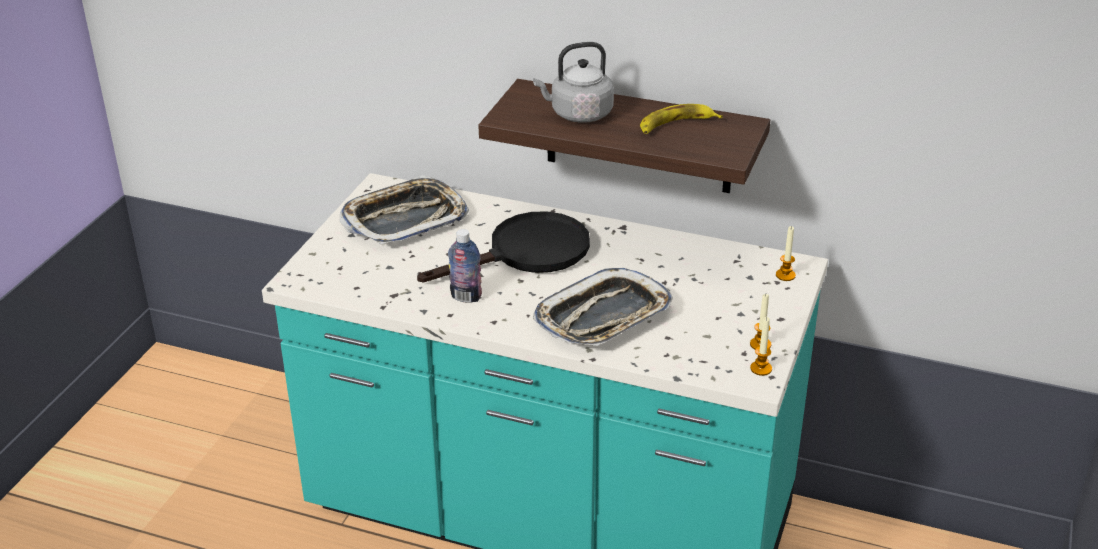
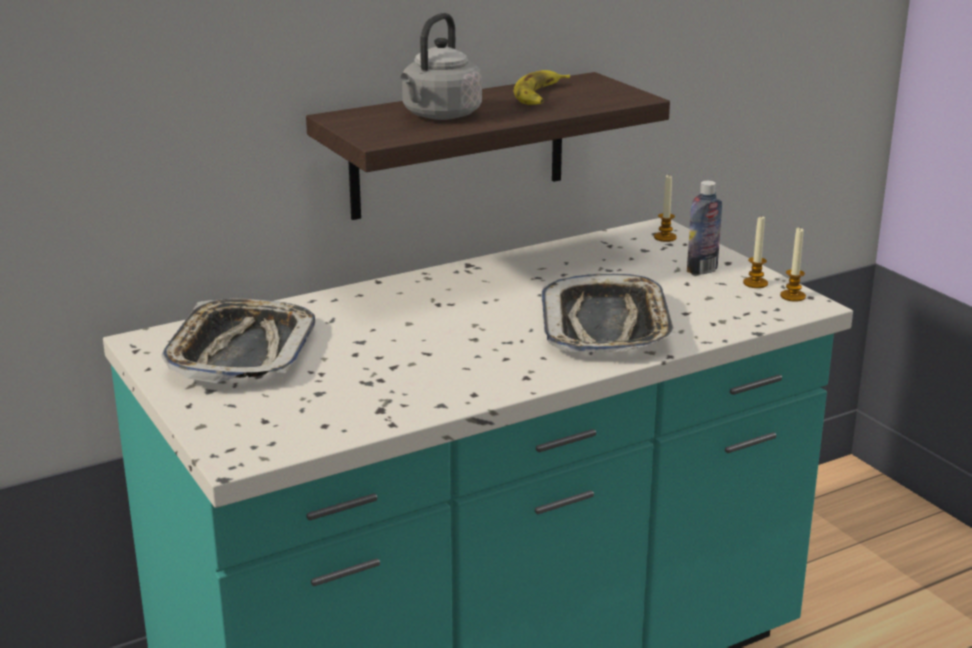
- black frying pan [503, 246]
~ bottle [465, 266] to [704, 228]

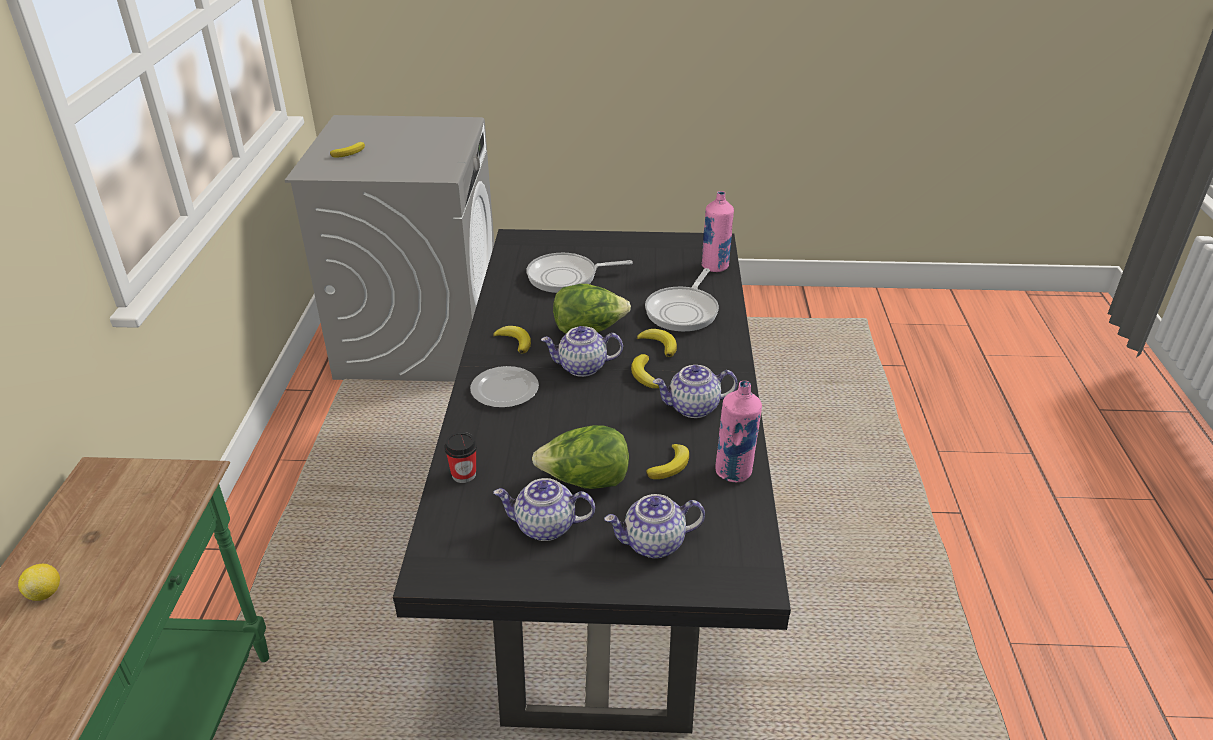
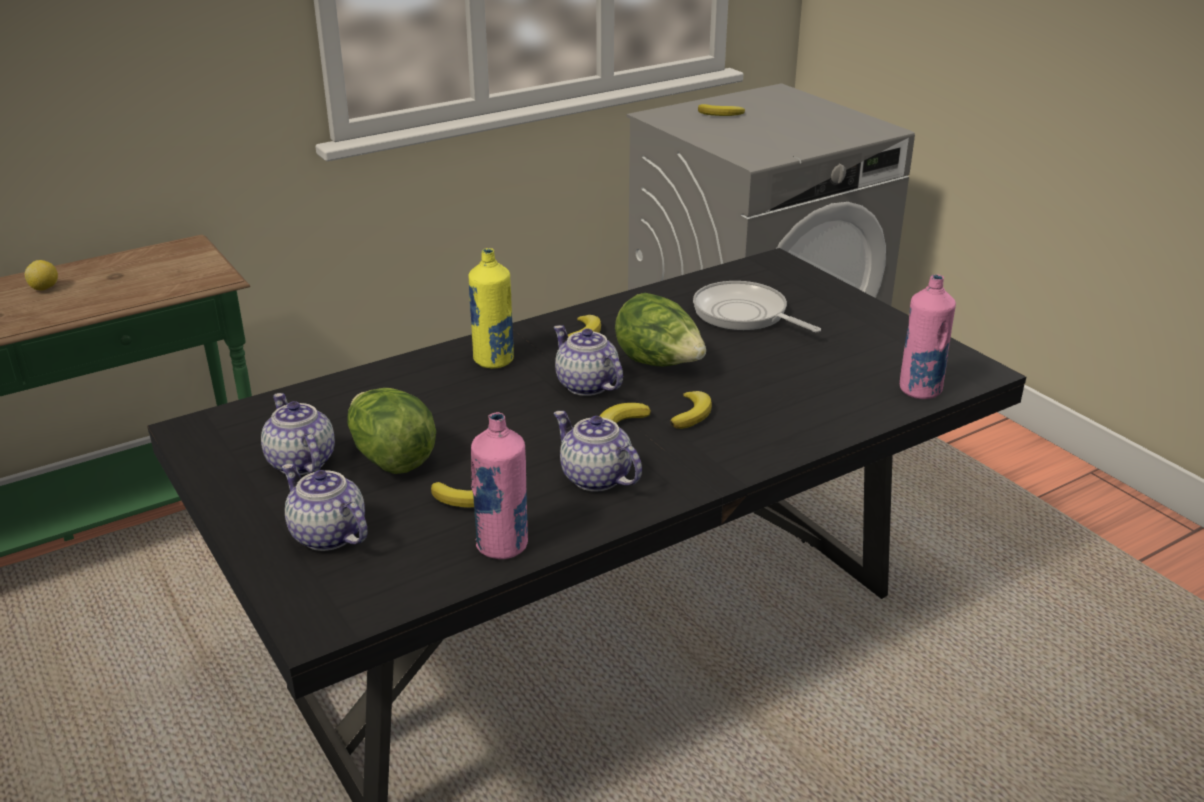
- cup [460, 457]
- frying pan [682, 300]
~ plate [504, 387] to yellow bottle [491, 308]

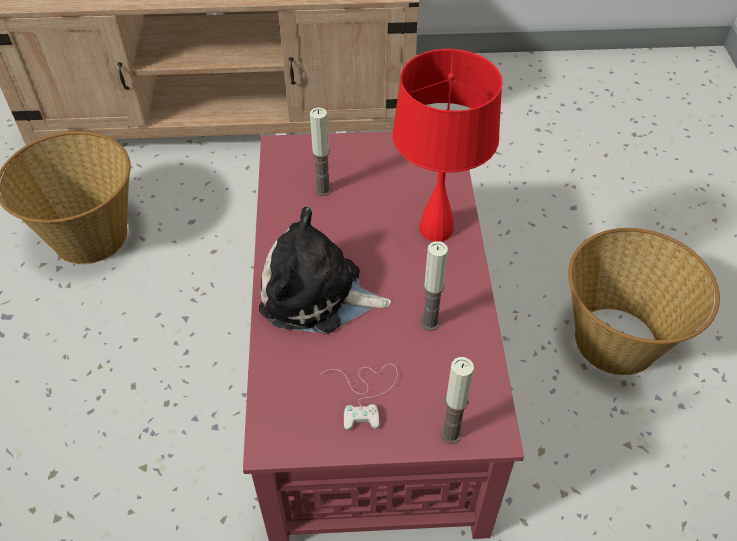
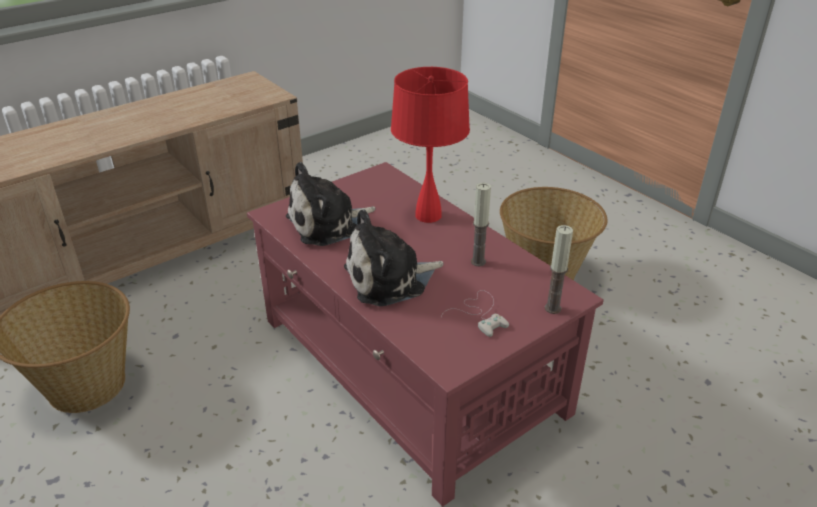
~ candle [321, 152] to plush toy [330, 204]

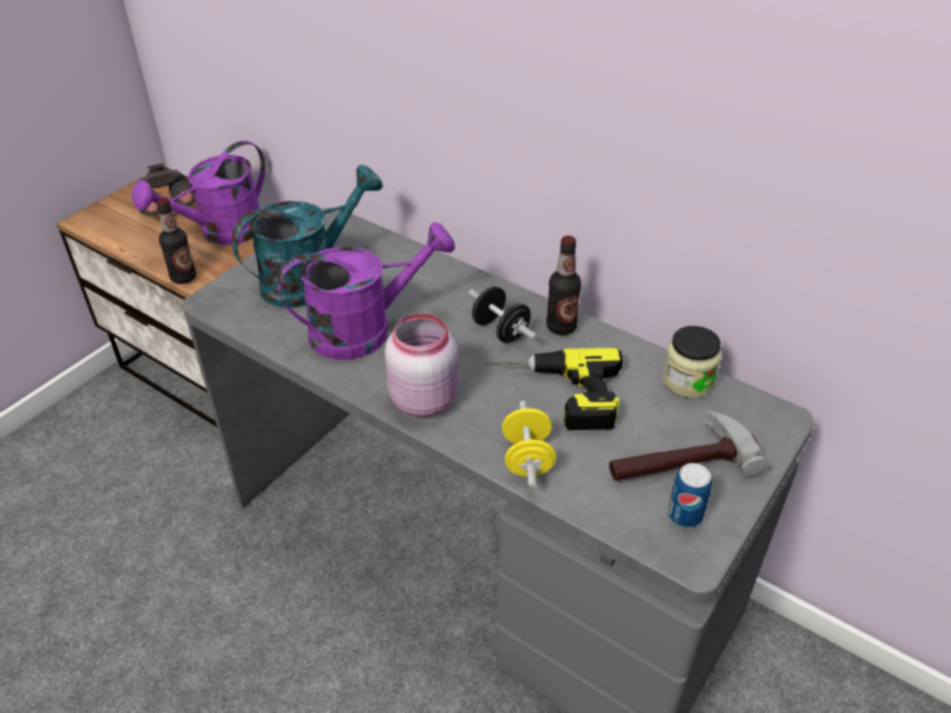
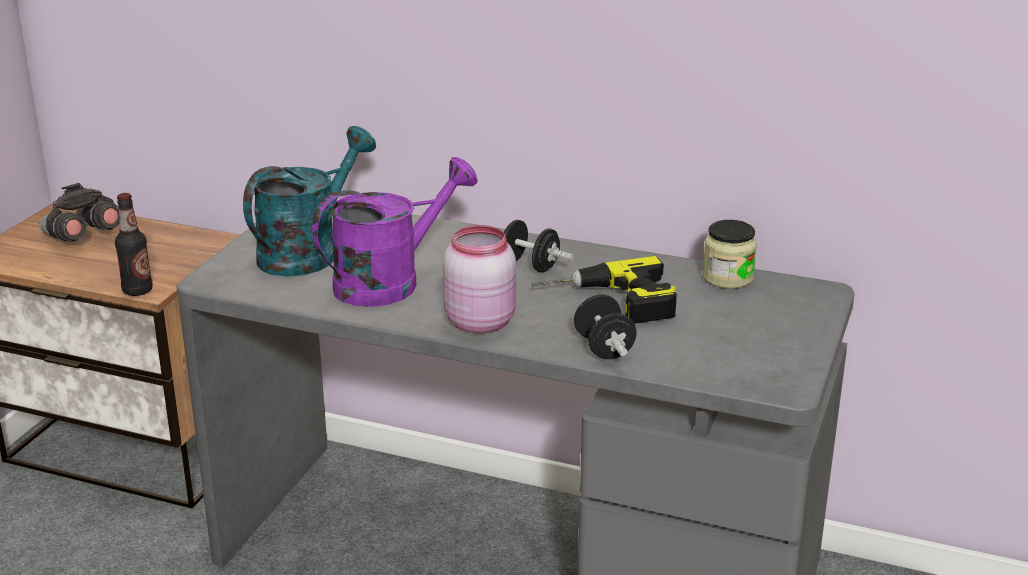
- purple watering can [199, 192]
- bottle [563, 285]
- hammer [689, 445]
- can [690, 495]
~ yellow dumbbell [529, 444] to black dumbbell [605, 326]

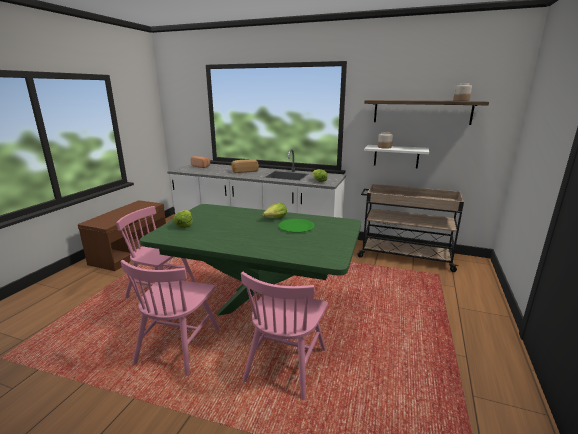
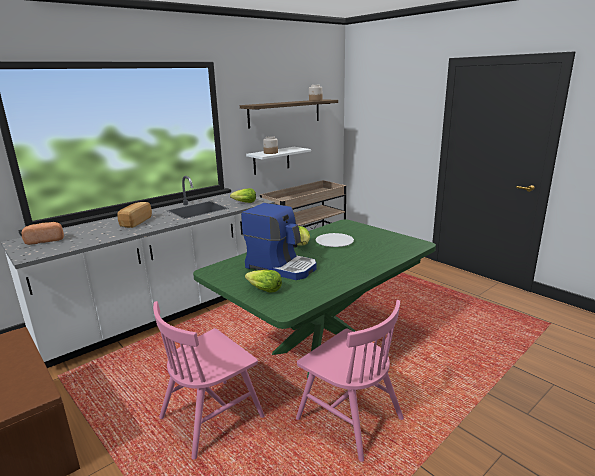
- pink chair [284, 336]
+ coffee machine [278, 241]
~ green plate [296, 226] to white plate [335, 240]

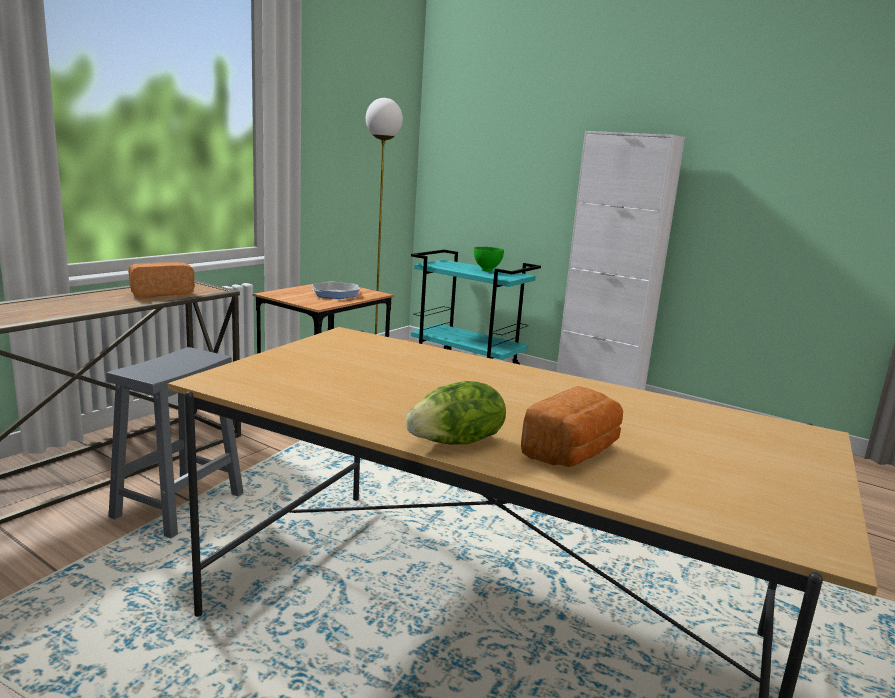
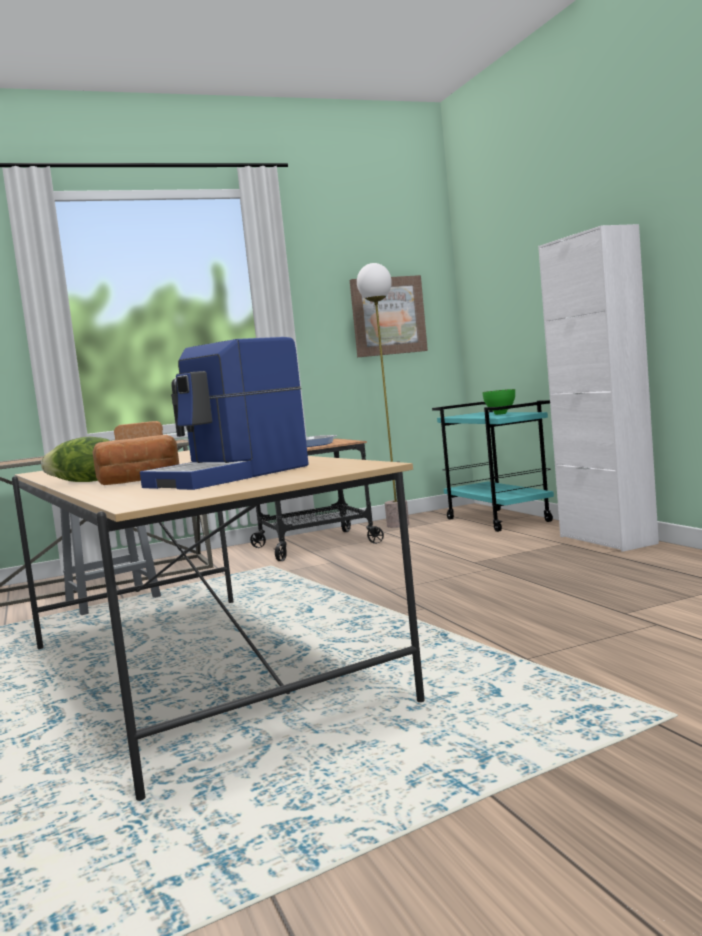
+ coffee machine [224, 413]
+ picture [389, 316]

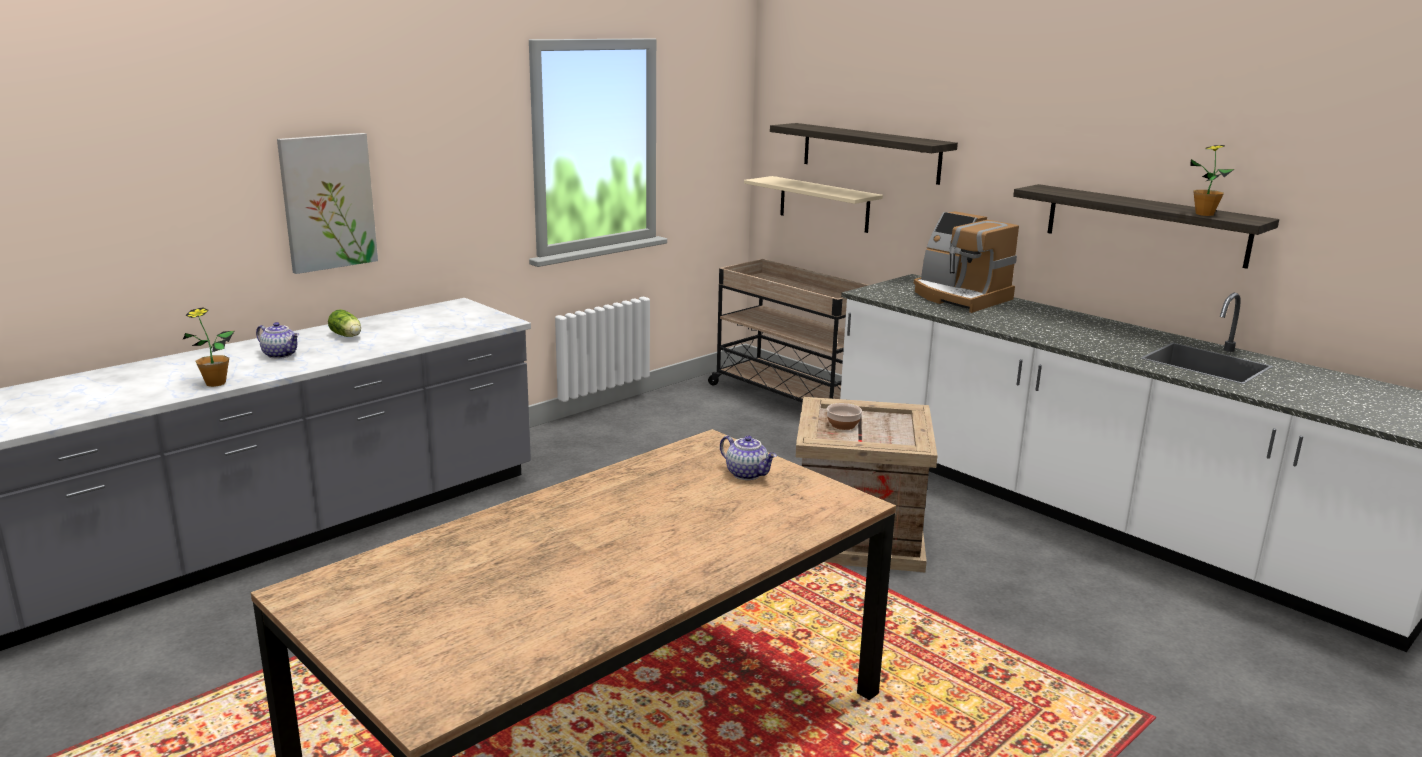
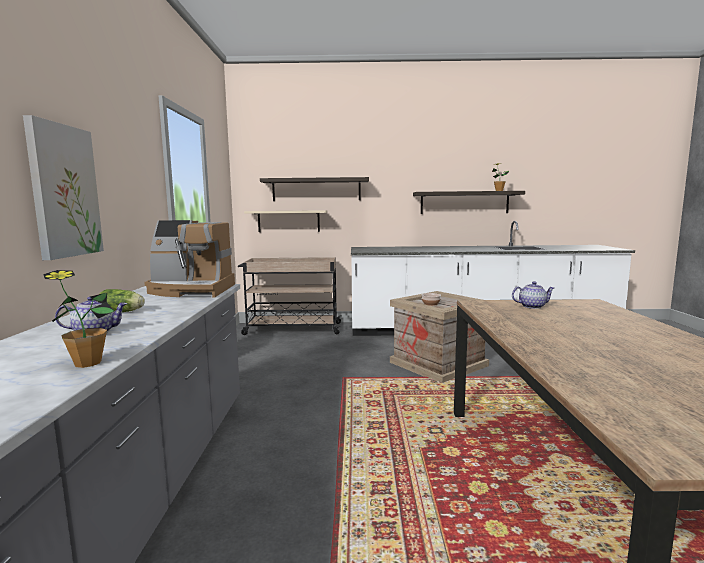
~ coffee machine [966, 262] to [189, 258]

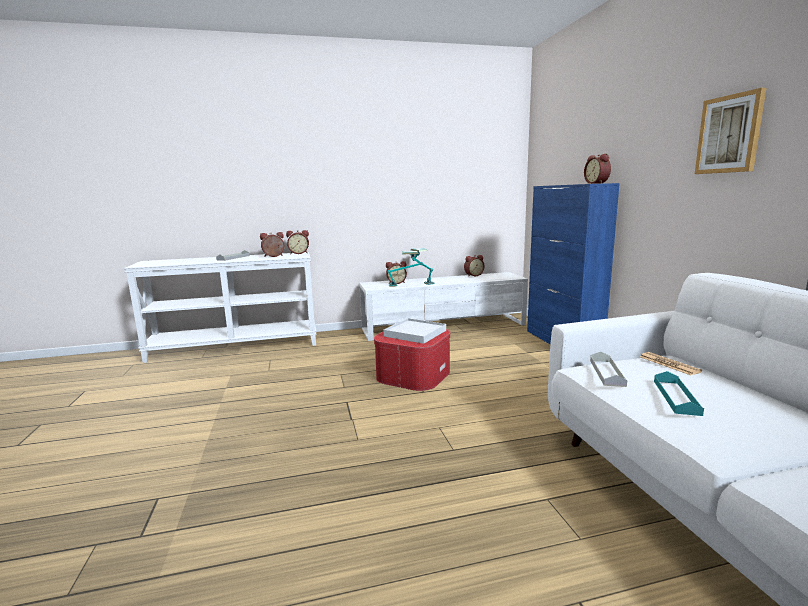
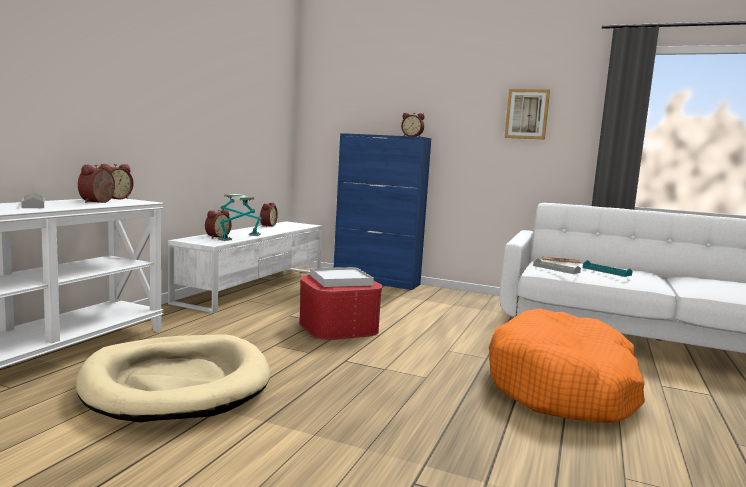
+ beige dog bed [173, 378]
+ orange dog bed [567, 366]

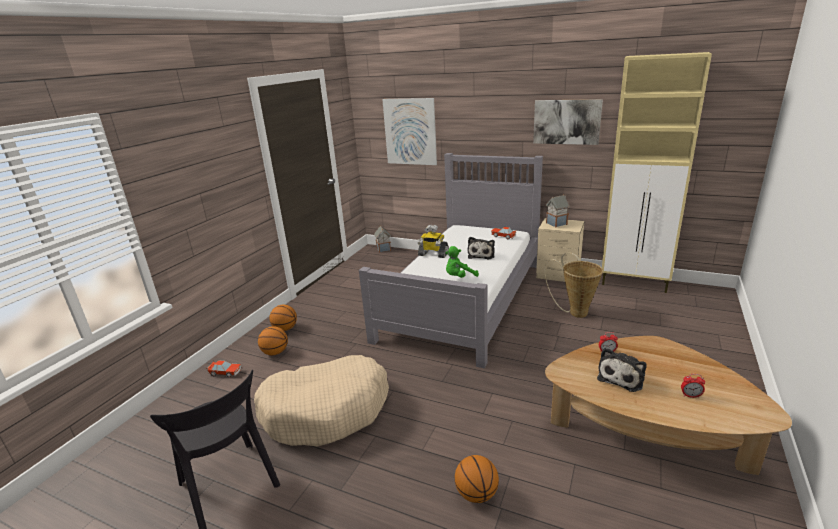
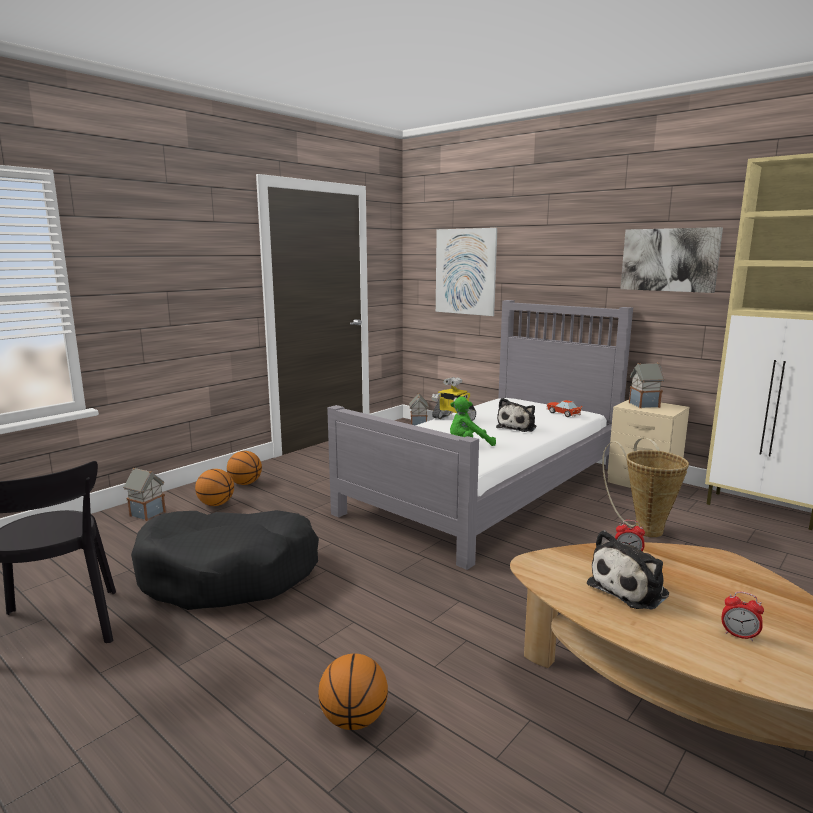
~ toy car [223, 369] to toy house [144, 494]
~ beige dog bed [321, 401] to black dog bed [225, 560]

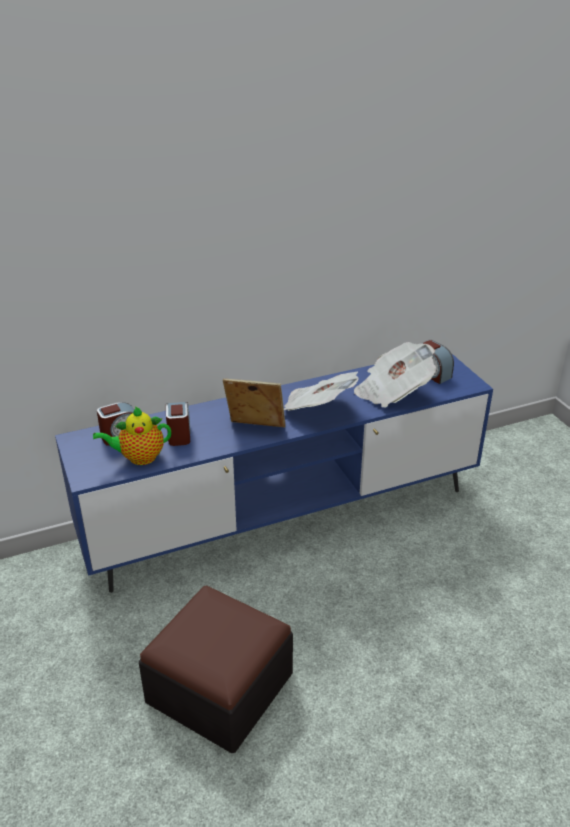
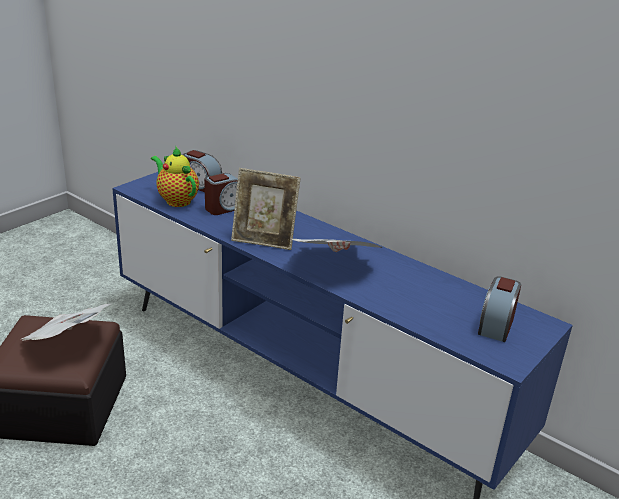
~ newspaper [395, 375] to [66, 322]
~ picture frame [254, 403] = [266, 209] 120 degrees clockwise

